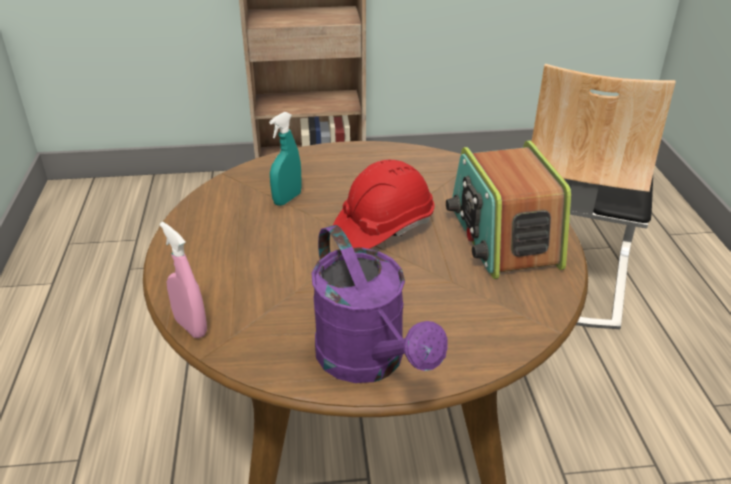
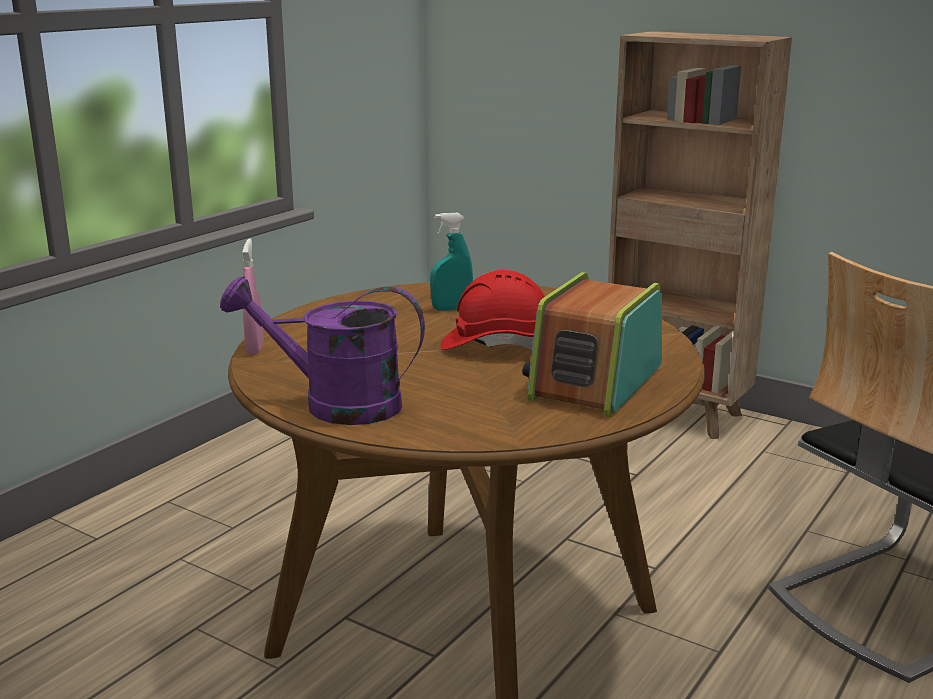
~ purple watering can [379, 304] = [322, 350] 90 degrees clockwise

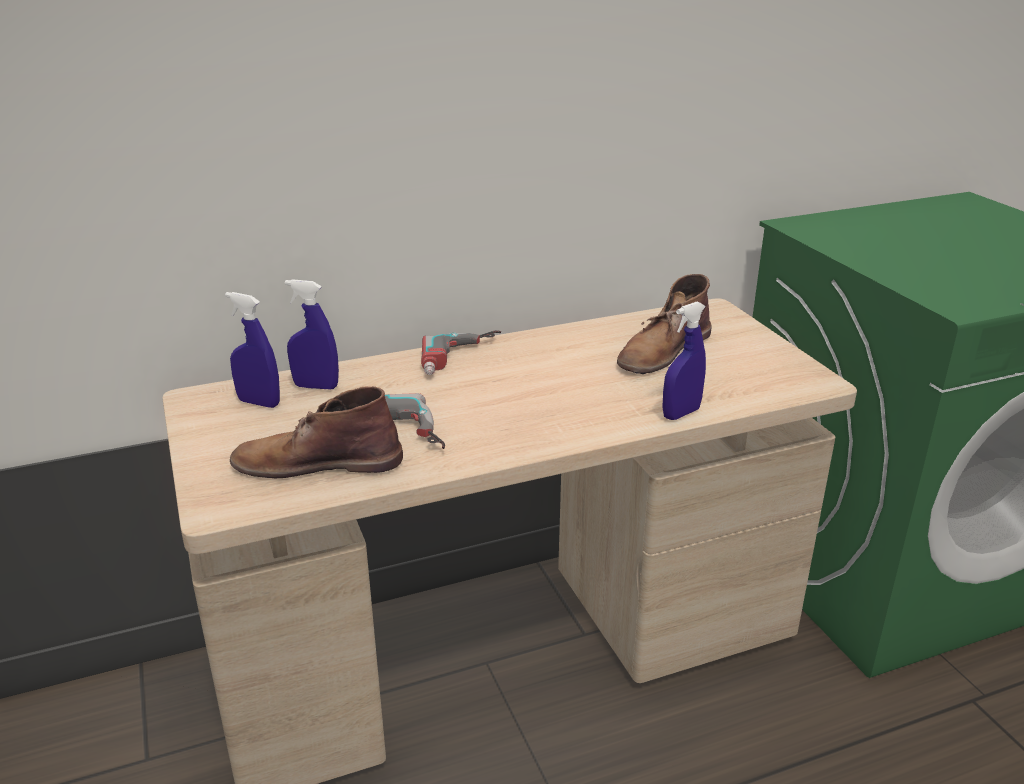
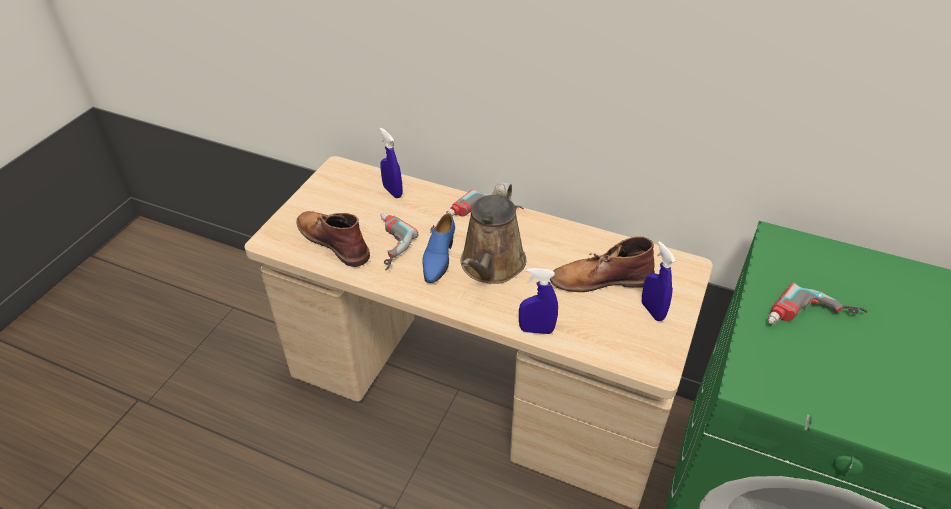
+ blue shoe [438, 248]
+ brown watering can [493, 233]
+ power drill [817, 303]
~ blue spray bottle [252, 350] to [659, 281]

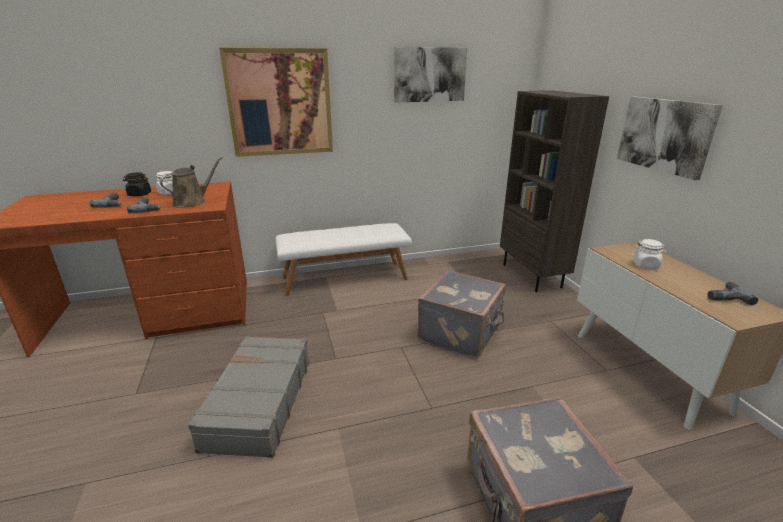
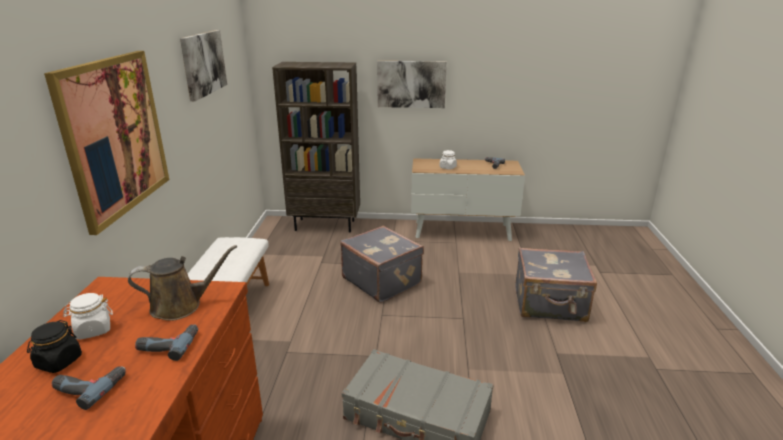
~ brown watering can [191, 182] = [182, 283] 105 degrees clockwise

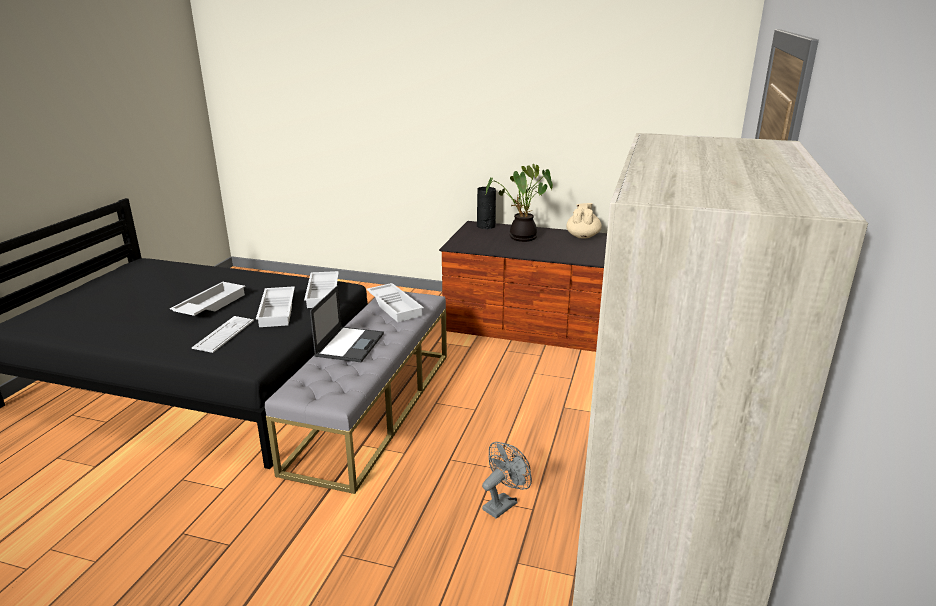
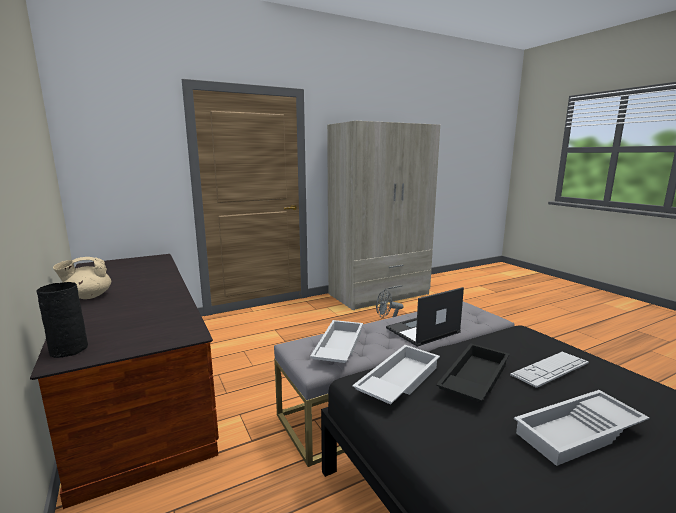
- potted plant [519, 203]
~ white tray [275, 306] to black tray [473, 373]

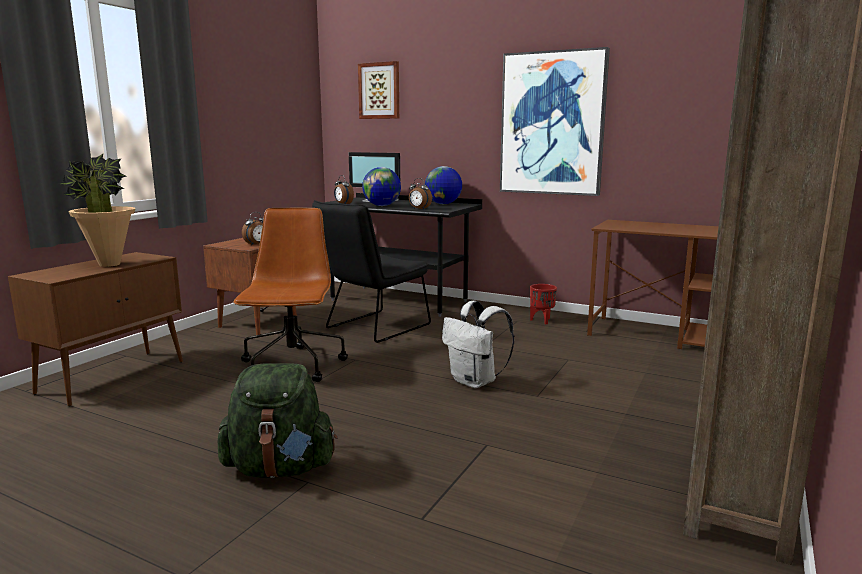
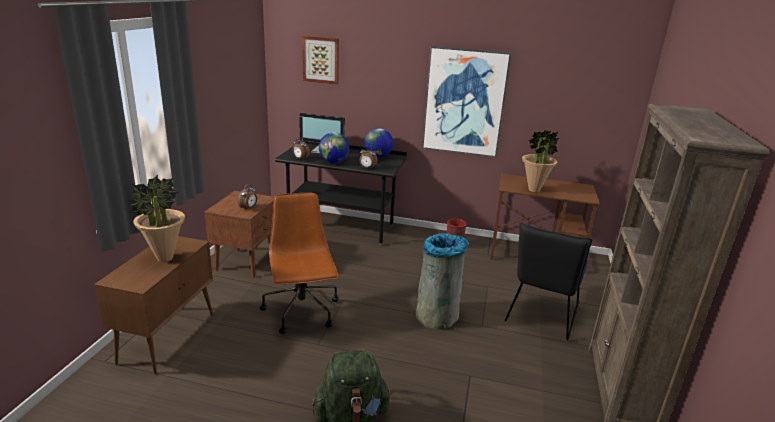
+ potted plant [540, 161]
~ black chair [371, 271] to [548, 281]
~ white backpack [478, 344] to grey trash can [442, 281]

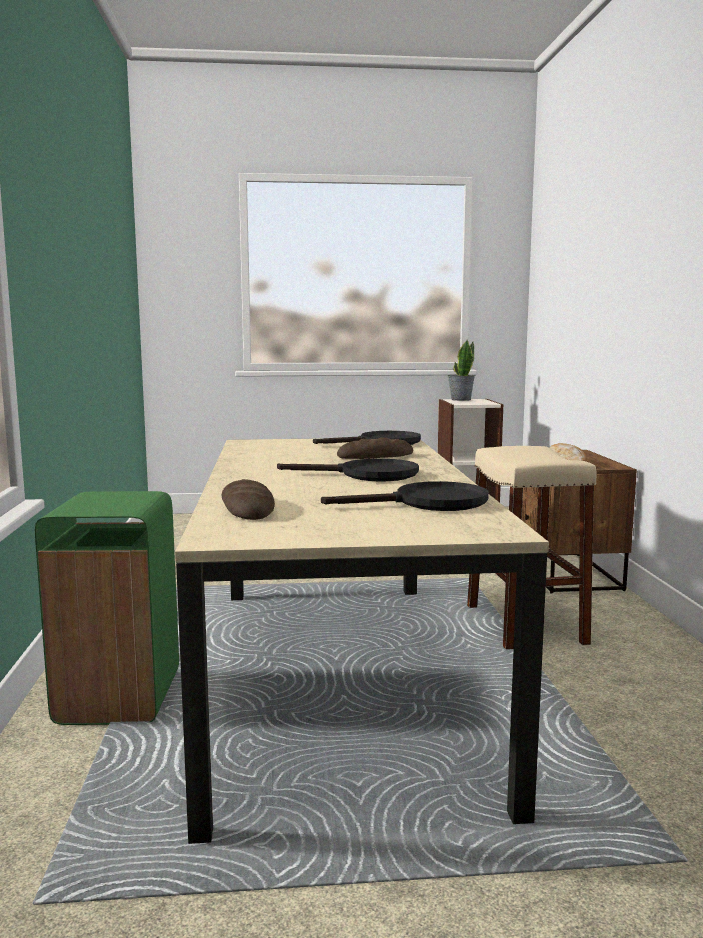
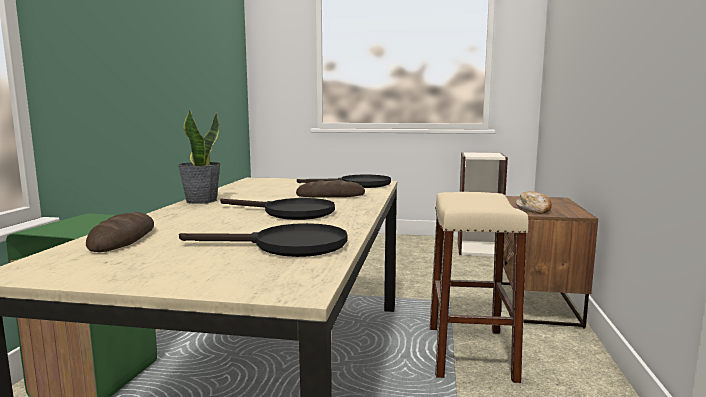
~ potted plant [461, 370] to [199, 156]

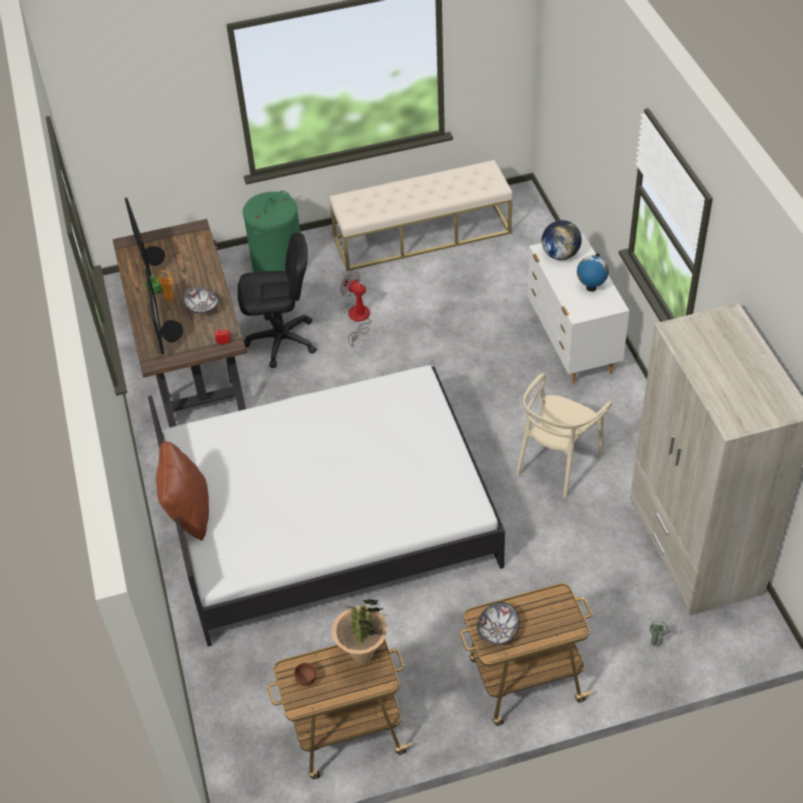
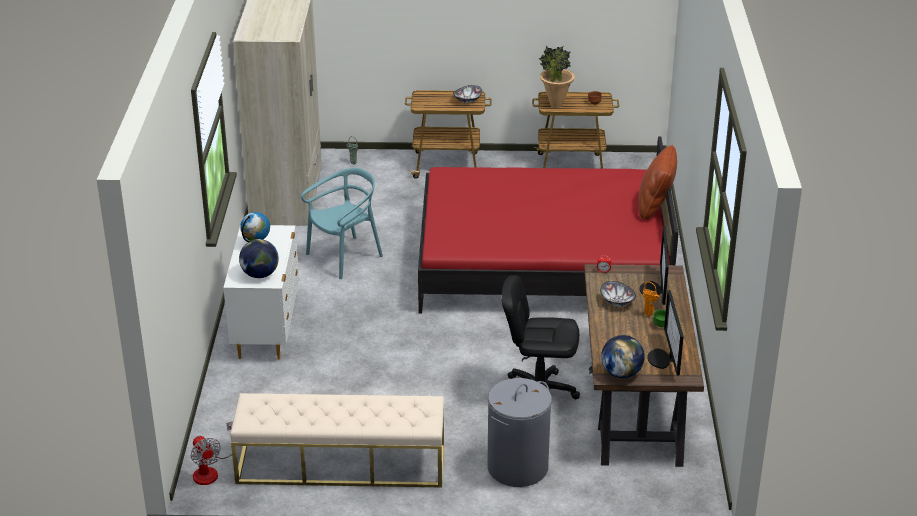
+ globe [623, 356]
~ fan [355, 309] to [212, 453]
~ white bed [326, 506] to red bed [548, 225]
~ green laundry basket [271, 231] to grey laundry basket [519, 432]
~ beige chair [564, 435] to turquoise chair [342, 223]

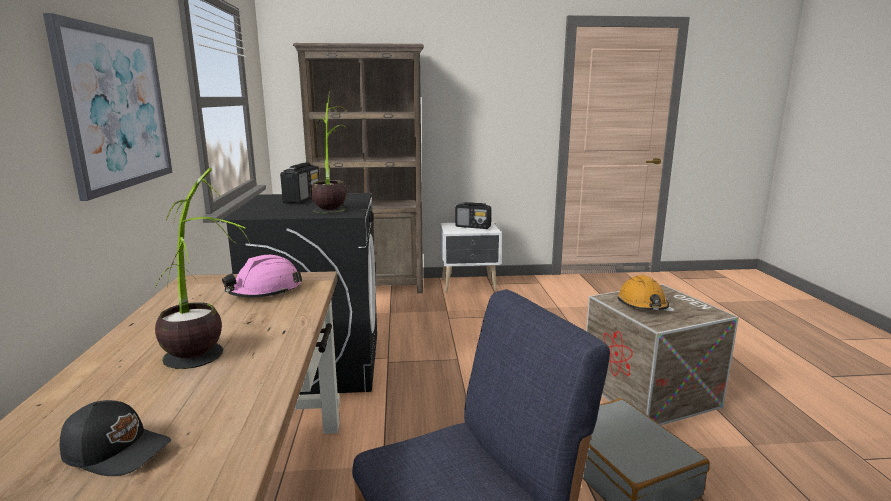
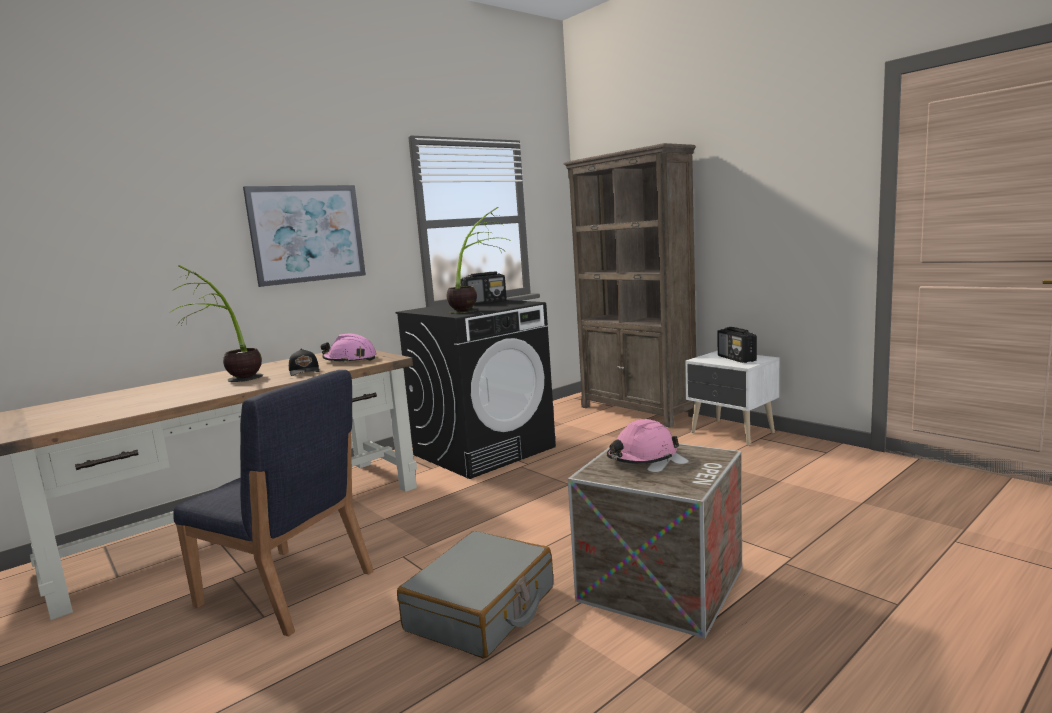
~ black cap [115, 438] to [304, 362]
~ orange hard hat [643, 292] to pink hard hat [643, 441]

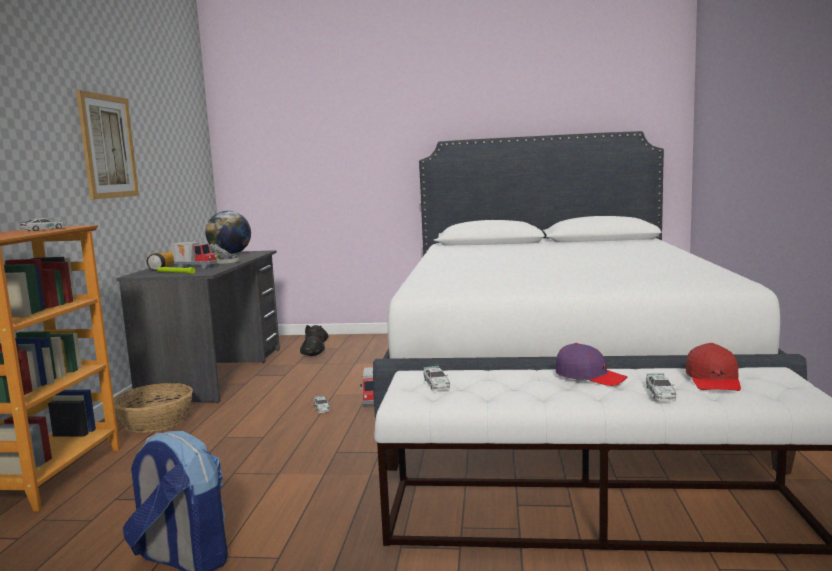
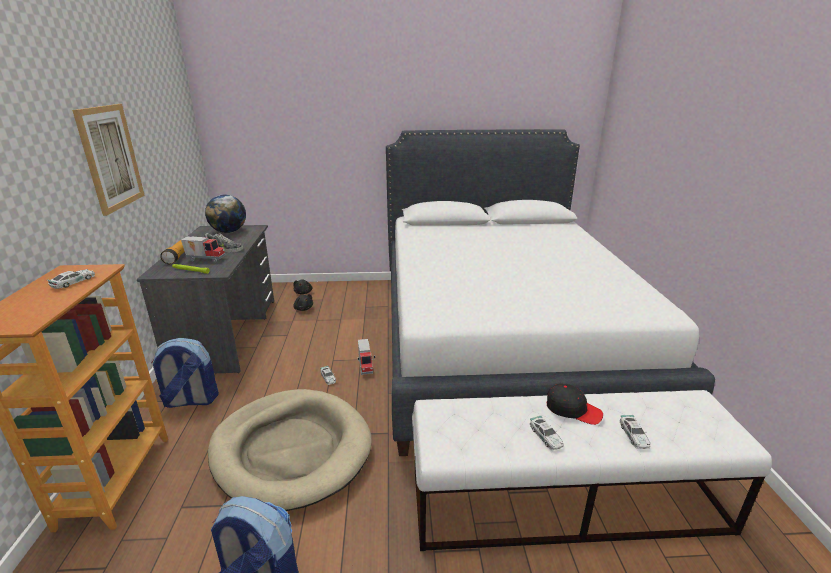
- red cap [713, 367]
+ beige dog bed [290, 450]
~ toy car [436, 378] to [547, 433]
~ basket [153, 408] to backpack [185, 373]
~ purple cap [591, 364] to black cap [575, 404]

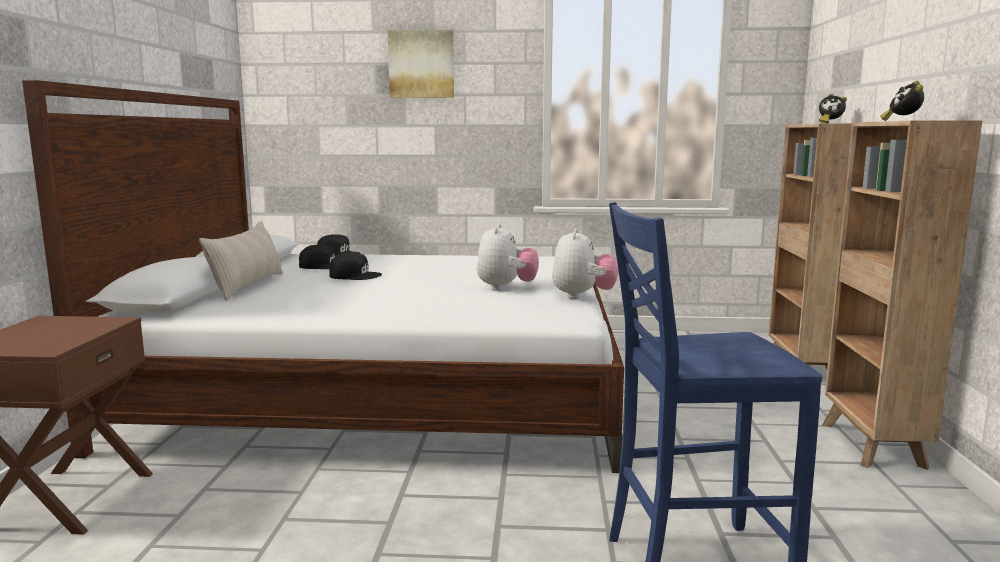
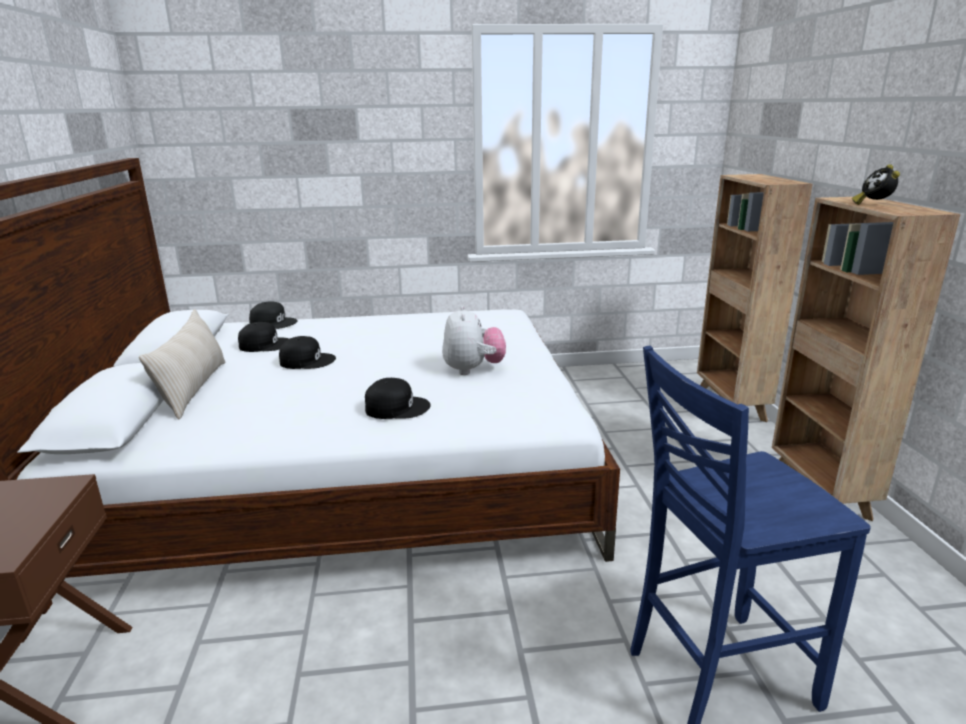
- picture [421, 64]
- plush toy [585, 263]
- alarm clock [833, 108]
+ black cap [398, 398]

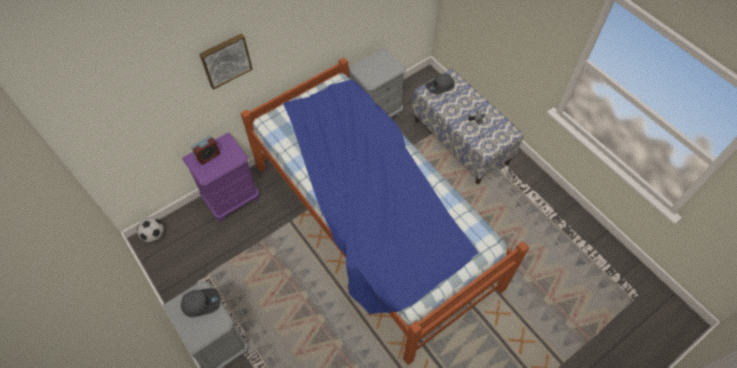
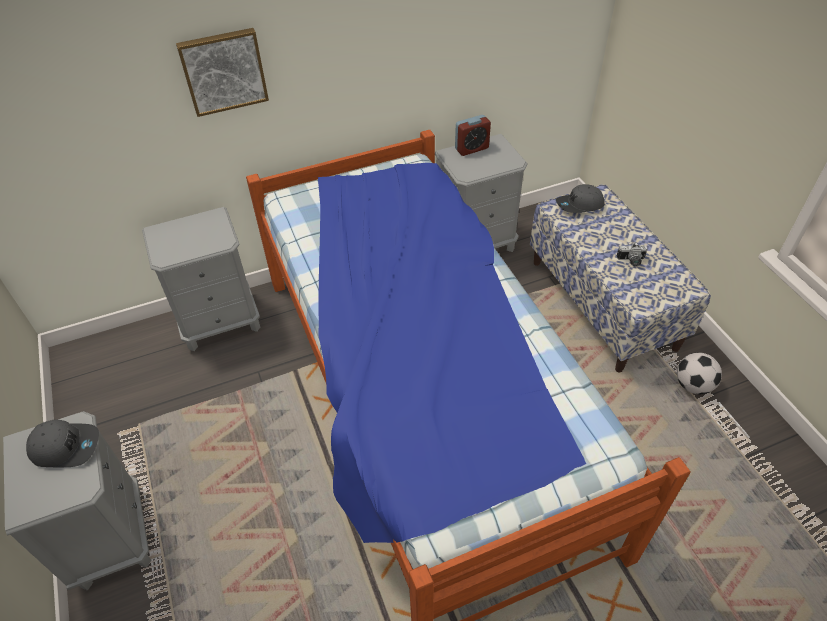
~ football [150, 230] to [699, 373]
~ alarm clock [205, 150] to [473, 135]
~ purple nightstand [220, 177] to grey nightstand [201, 279]

